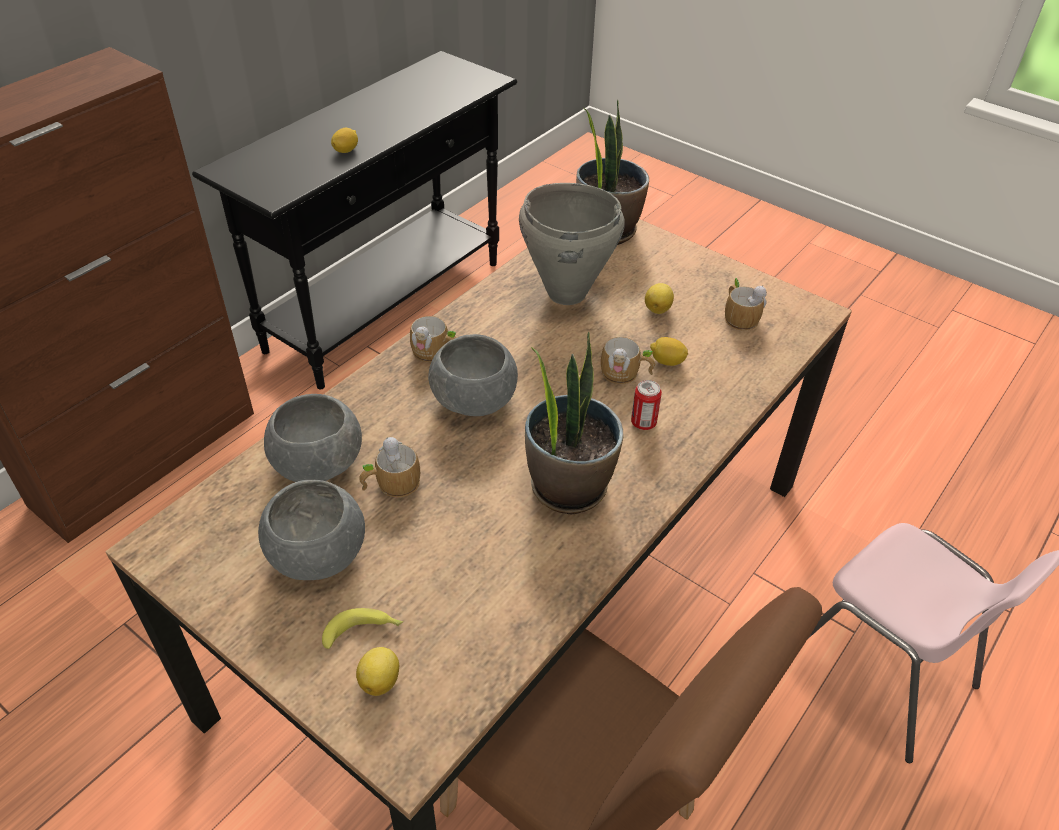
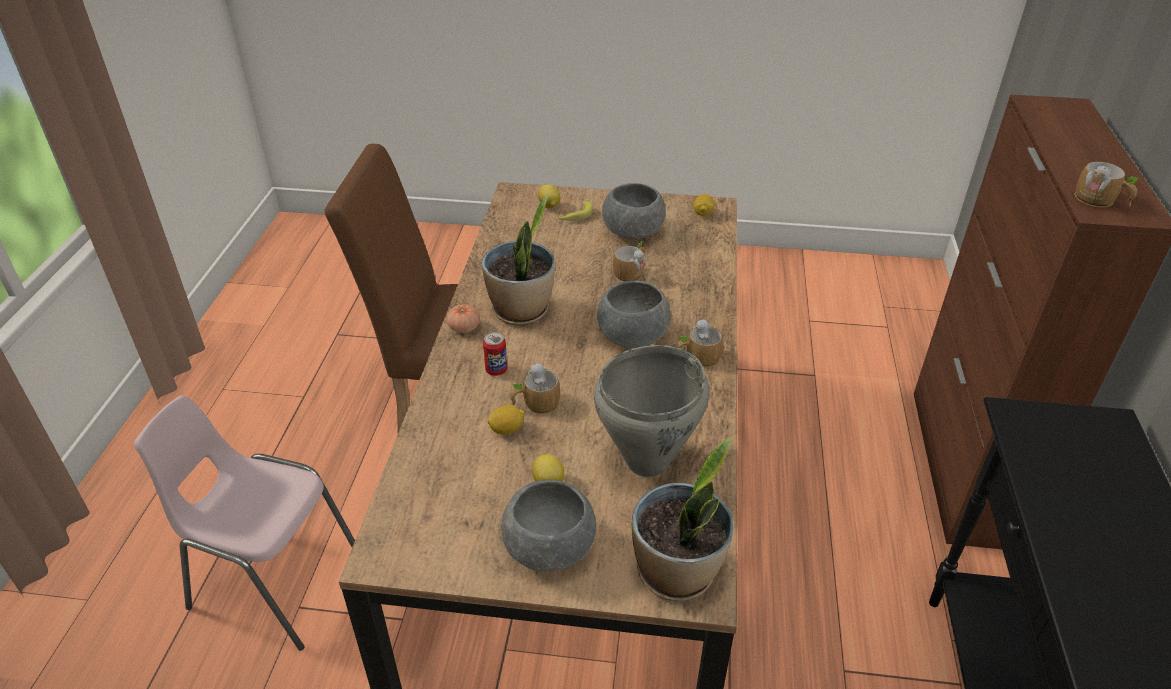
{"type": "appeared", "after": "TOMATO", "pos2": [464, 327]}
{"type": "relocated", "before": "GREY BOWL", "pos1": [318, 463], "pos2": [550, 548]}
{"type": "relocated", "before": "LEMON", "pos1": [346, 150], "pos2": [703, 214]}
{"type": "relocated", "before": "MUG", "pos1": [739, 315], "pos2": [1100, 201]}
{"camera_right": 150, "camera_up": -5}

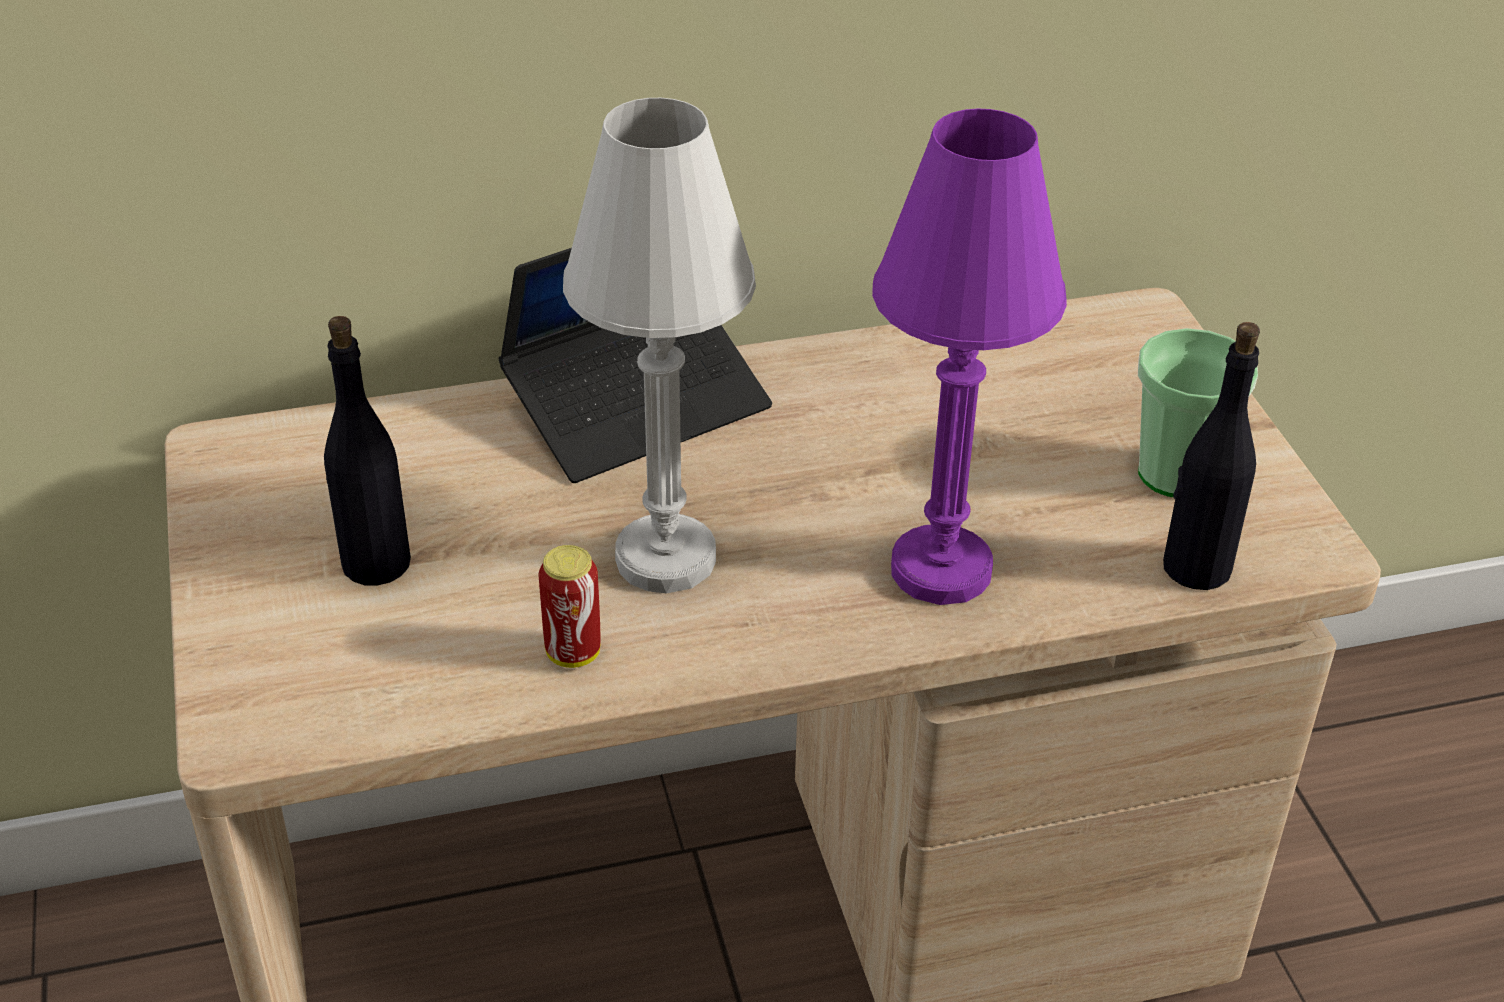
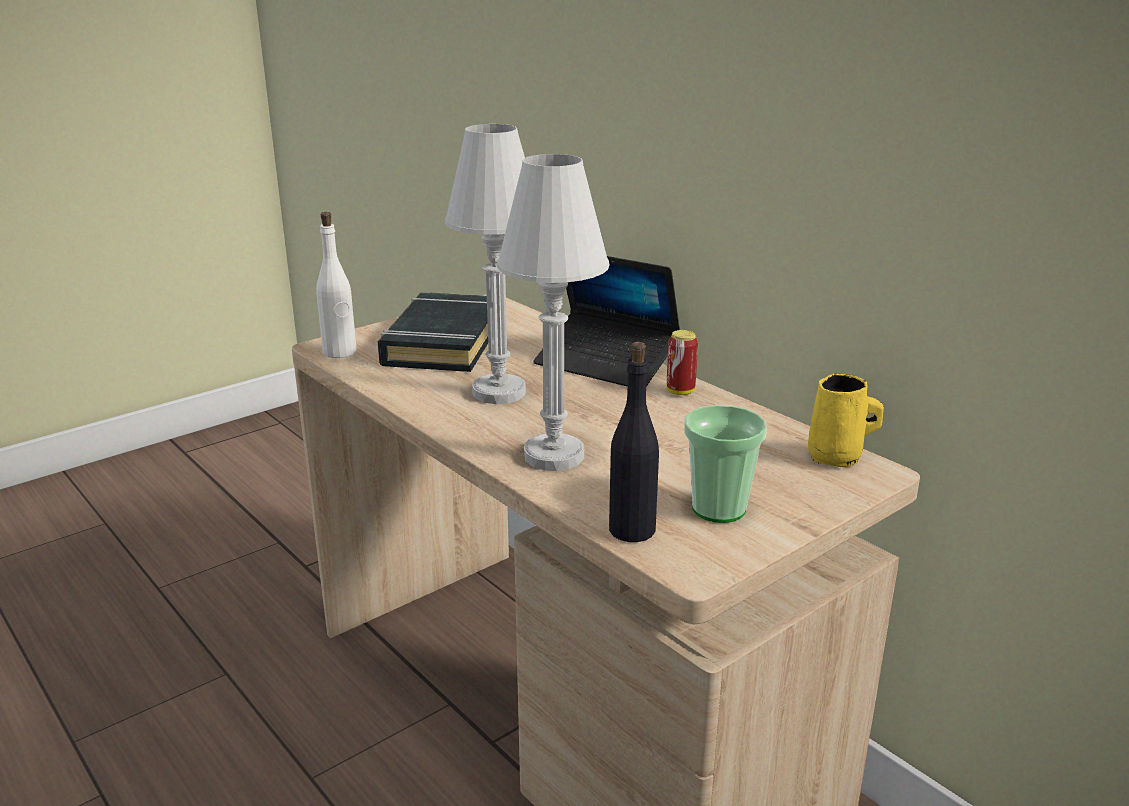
{"type": "appeared", "after": "WHITE BOTTLE", "pos2": [340, 352]}
{"type": "exchanged", "before": "BLACK BOTTLE", "after": "BLACK BOOK", "pos1": [375, 563], "pos2": [443, 342]}
{"type": "colour", "before": "PURPLE TABLE LAMP", "after": "WHITE TABLE LAMP", "pos1": [940, 570], "pos2": [554, 456]}
{"type": "relocated", "before": "CAN", "pos1": [573, 652], "pos2": [680, 391]}
{"type": "appeared", "after": "YELLOW MUG", "pos2": [837, 457]}
{"camera_right": 65, "camera_up": -15}

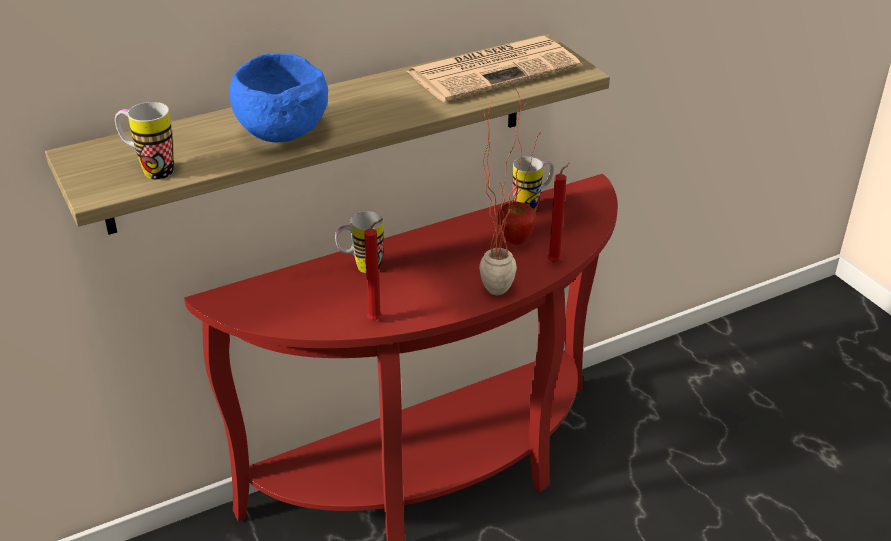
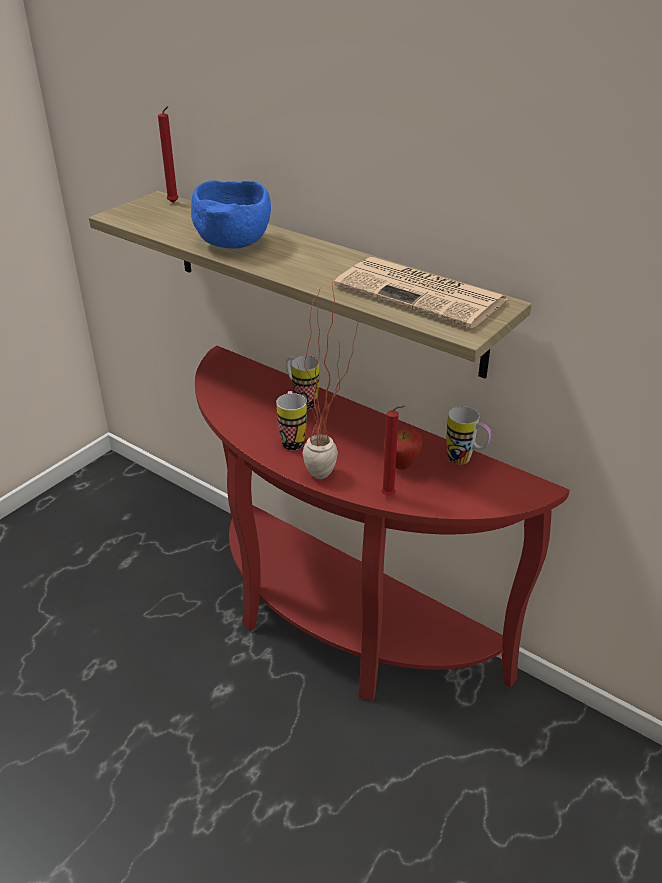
{"type": "relocated", "before": "RED CANDLE", "pos1": [377, 319], "pos2": [174, 203]}
{"type": "relocated", "before": "MUG", "pos1": [150, 170], "pos2": [292, 439]}
{"camera_right": 65, "camera_up": 0}

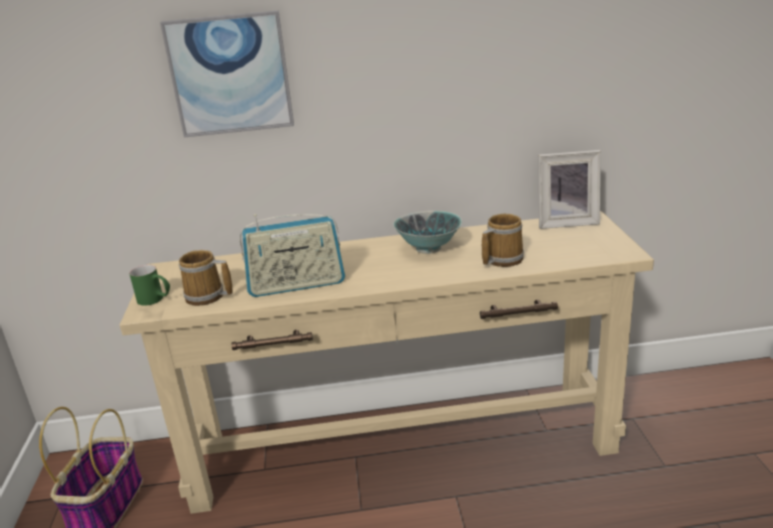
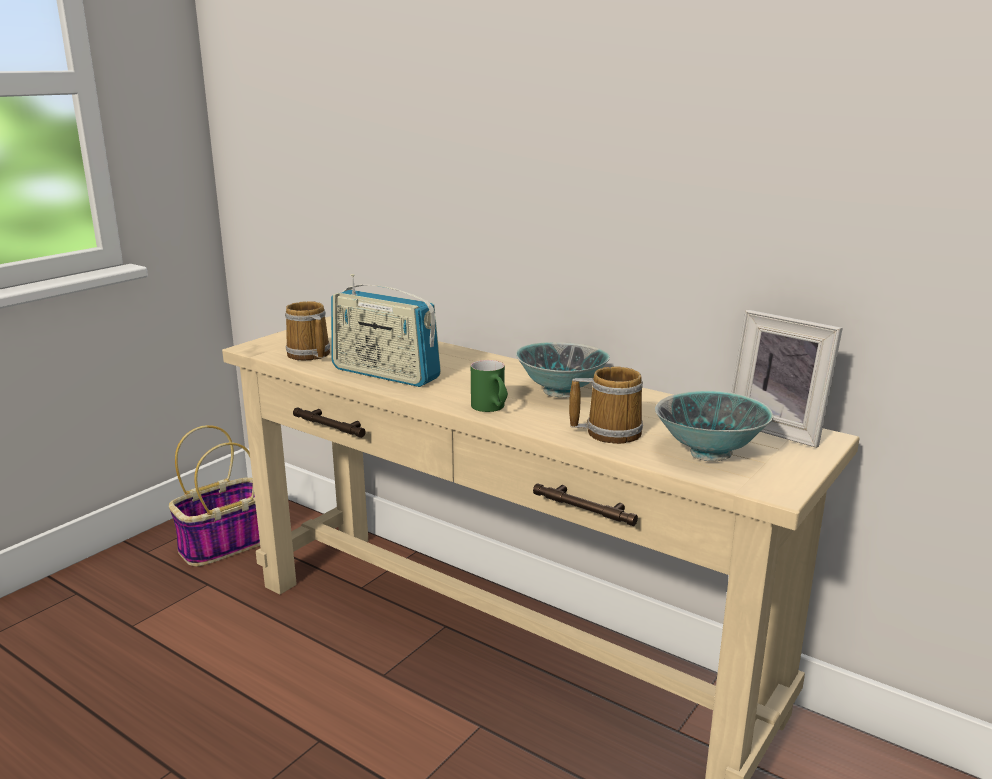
{"type": "relocated", "before": "GREEN MUG", "pos1": [155, 300], "pos2": [491, 409]}
{"type": "appeared", "after": "BOWL", "pos2": [710, 454]}
{"type": "missing", "before": "PICTURE", "pos1": [230, 74]}
{"camera_right": 40, "camera_up": -5}

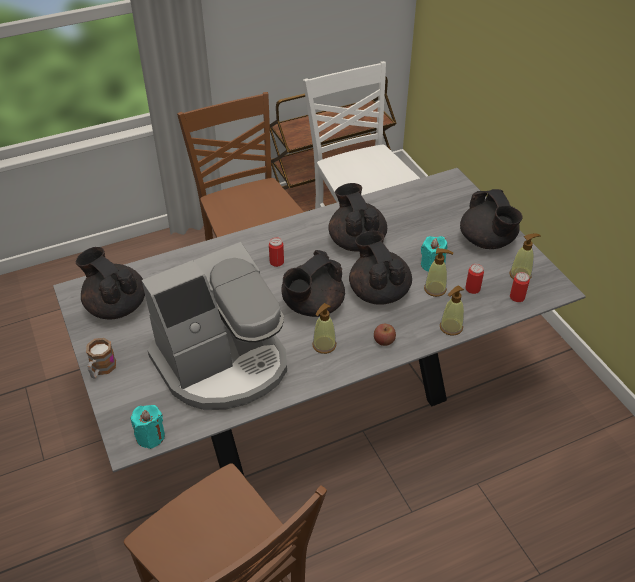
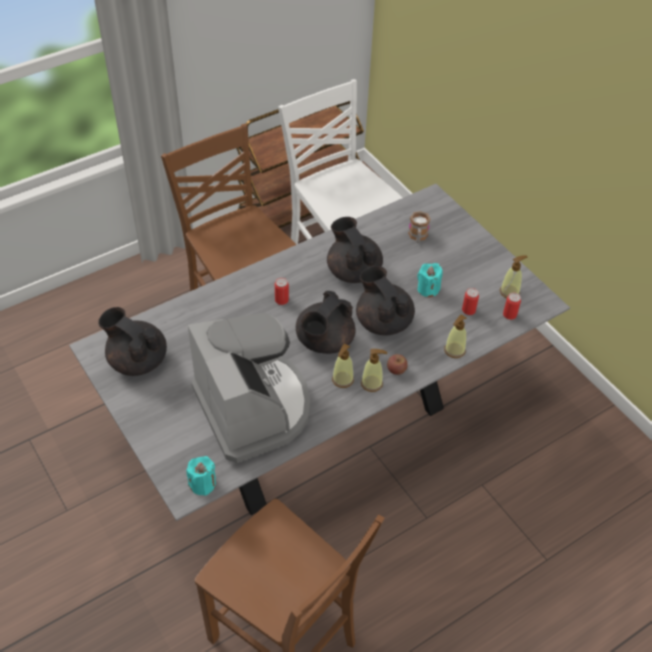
{"type": "spun", "before": "COFFEE MACHINE", "pos1": [223, 364], "pos2": [253, 408], "turn": -75}
{"type": "relocated", "before": "SOAP DISPENSER", "pos1": [435, 289], "pos2": [372, 383]}
{"type": "relocated", "before": "MUG", "pos1": [101, 369], "pos2": [418, 237]}
{"type": "missing", "before": "BLACK TEAPOT", "pos1": [487, 241]}
{"camera_right": -10, "camera_up": 5}

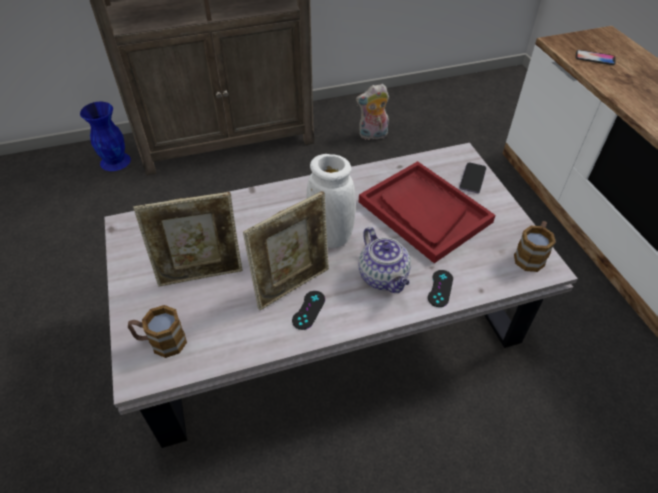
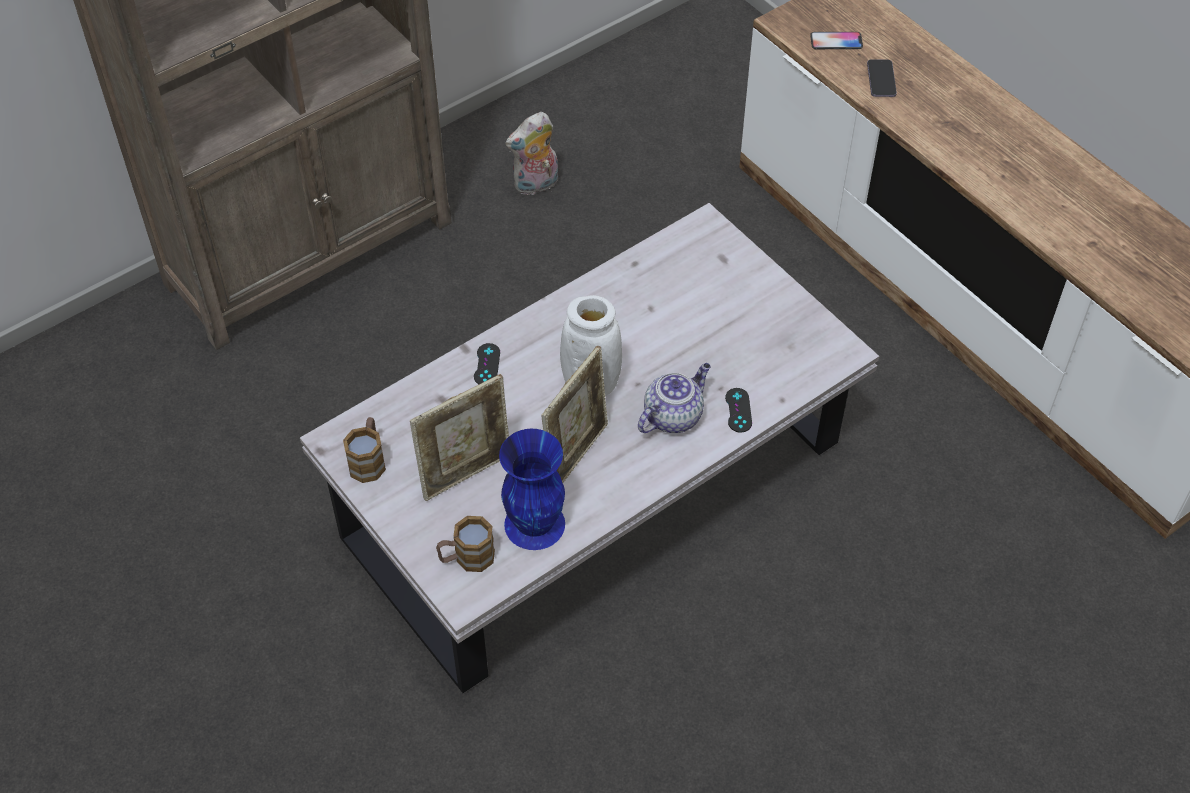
{"type": "relocated", "before": "MUG", "pos1": [531, 255], "pos2": [369, 460]}
{"type": "relocated", "before": "BLACK GAME CONTROLLER", "pos1": [308, 310], "pos2": [487, 365]}
{"type": "relocated", "before": "BLUE VASE", "pos1": [116, 161], "pos2": [535, 523]}
{"type": "spun", "before": "TEAPOT", "pos1": [384, 277], "pos2": [673, 415], "turn": -90}
{"type": "relocated", "before": "PHONE", "pos1": [472, 179], "pos2": [881, 80]}
{"type": "missing", "before": "RED TRAY", "pos1": [424, 212]}
{"camera_right": -20, "camera_up": 5}

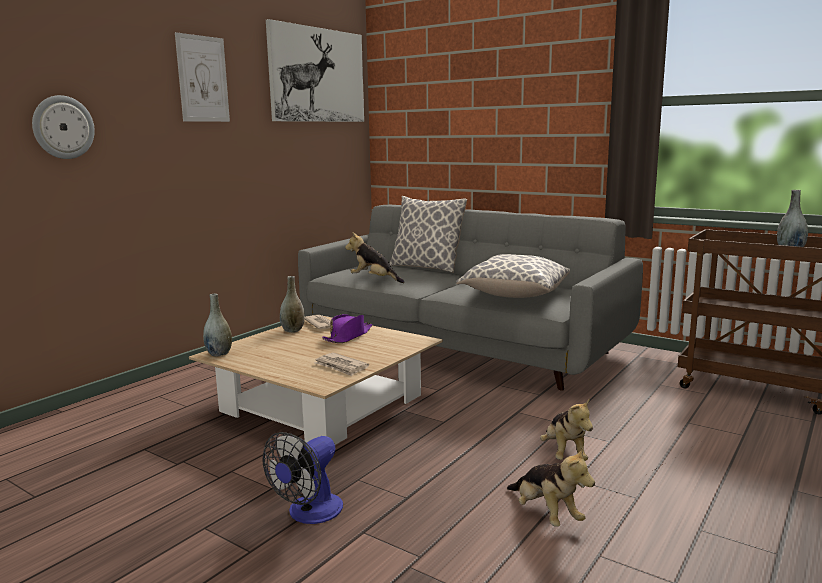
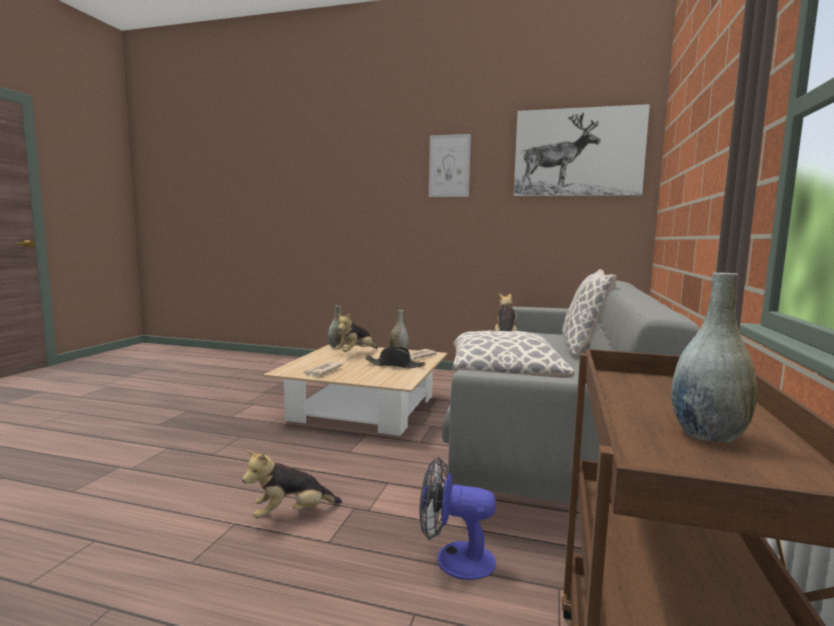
{"type": "relocated", "before": "PLUSH TOY", "pos1": [546, 514], "pos2": [356, 353]}
{"type": "colour", "before": "PURPLE HAT", "after": "BLACK HAT", "pos1": [348, 336], "pos2": [395, 365]}
{"type": "relocated", "before": "FAN", "pos1": [309, 513], "pos2": [454, 559]}
{"type": "missing", "before": "WALL CLOCK", "pos1": [63, 127]}
{"camera_right": 70, "camera_up": -5}

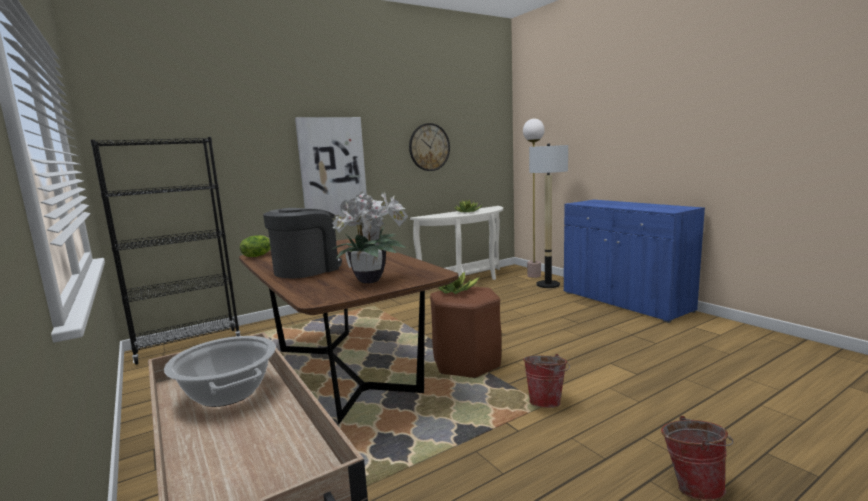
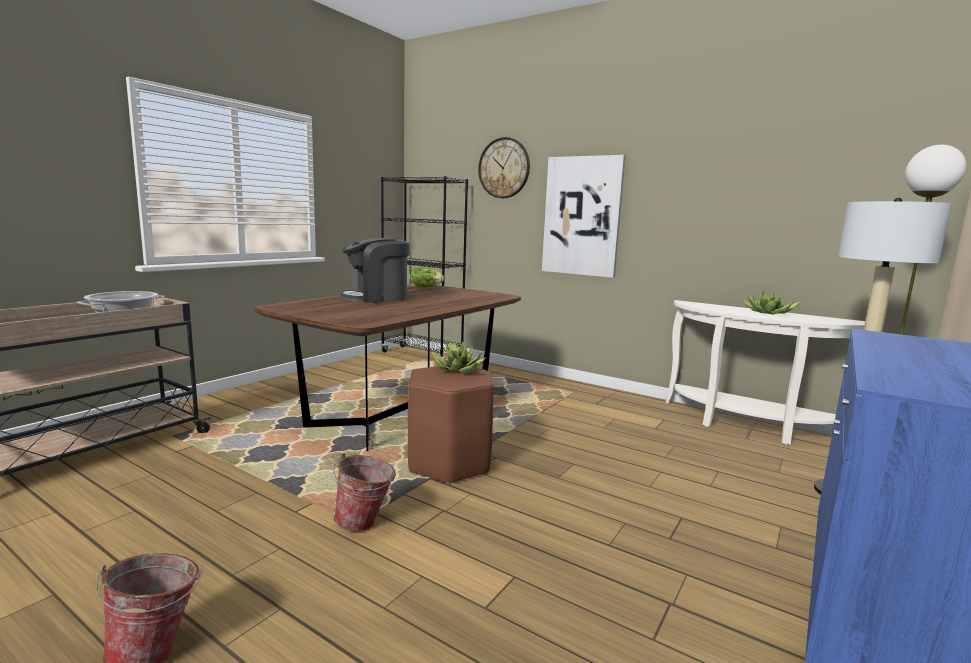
{"type": "spun", "before": "COFFEE MACHINE", "pos1": [306, 269], "pos2": [376, 298], "turn": 135}
{"type": "relocated", "before": "WALL CLOCK", "pos1": [429, 147], "pos2": [504, 168]}
{"type": "missing", "before": "POTTED PLANT", "pos1": [372, 280]}
{"camera_right": 65, "camera_up": 0}

